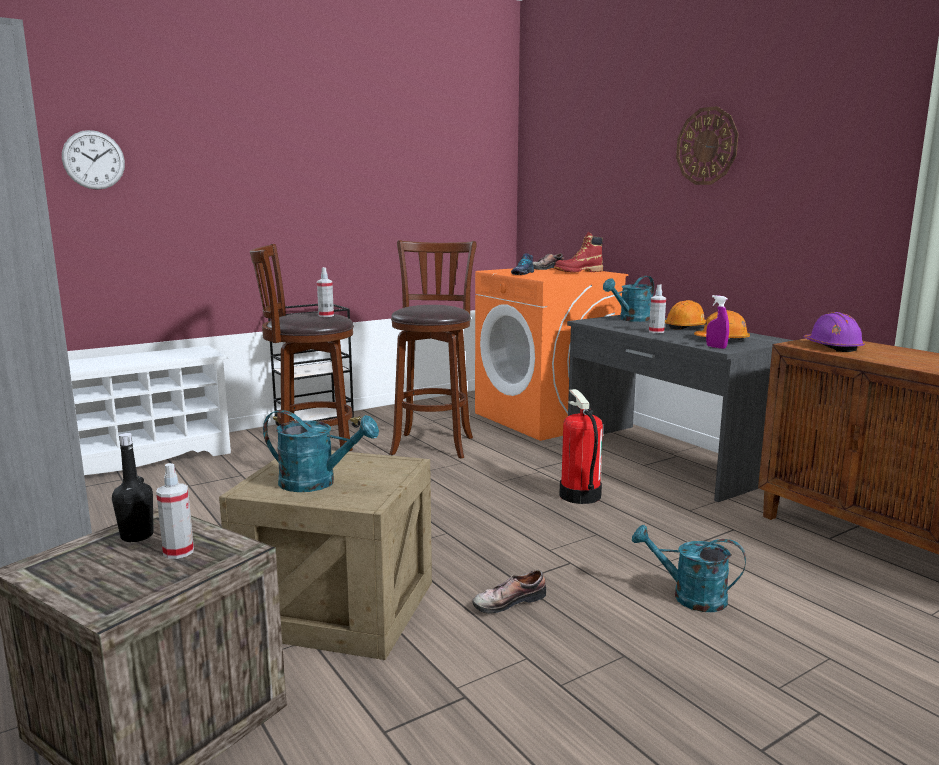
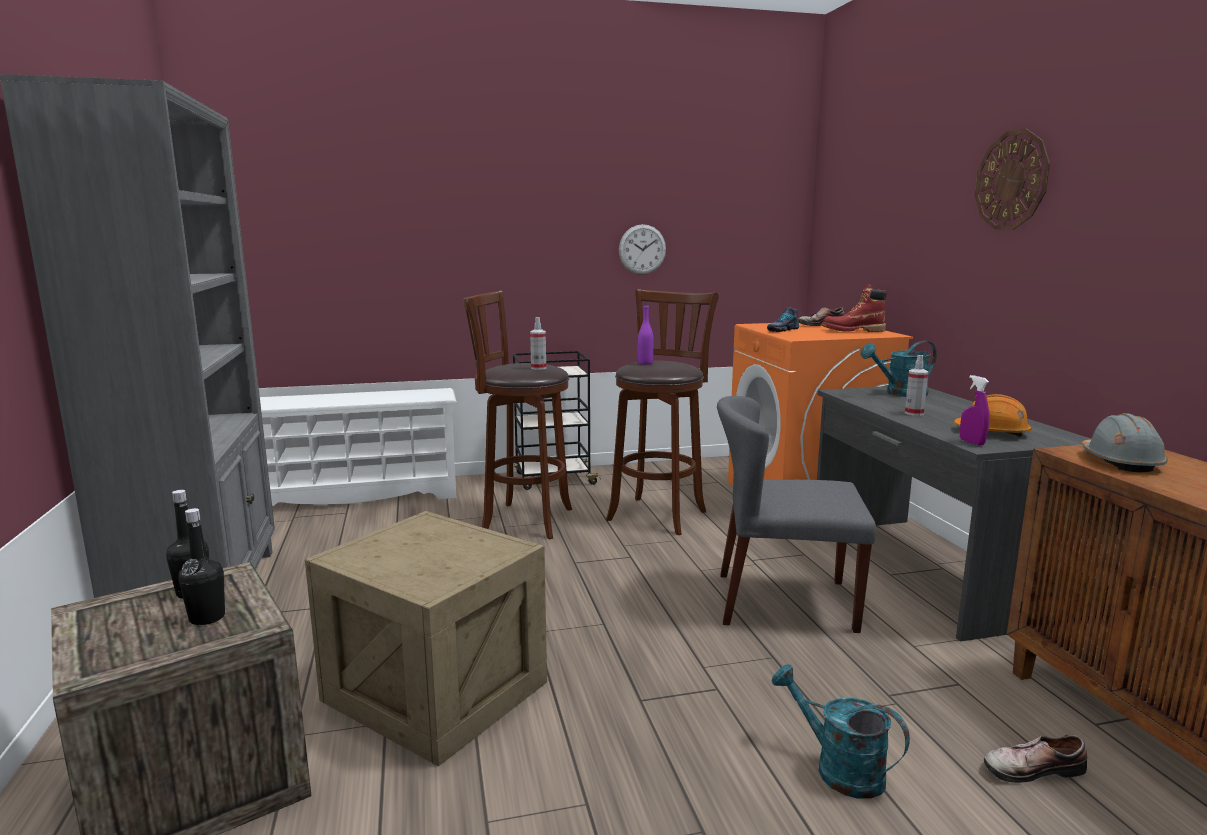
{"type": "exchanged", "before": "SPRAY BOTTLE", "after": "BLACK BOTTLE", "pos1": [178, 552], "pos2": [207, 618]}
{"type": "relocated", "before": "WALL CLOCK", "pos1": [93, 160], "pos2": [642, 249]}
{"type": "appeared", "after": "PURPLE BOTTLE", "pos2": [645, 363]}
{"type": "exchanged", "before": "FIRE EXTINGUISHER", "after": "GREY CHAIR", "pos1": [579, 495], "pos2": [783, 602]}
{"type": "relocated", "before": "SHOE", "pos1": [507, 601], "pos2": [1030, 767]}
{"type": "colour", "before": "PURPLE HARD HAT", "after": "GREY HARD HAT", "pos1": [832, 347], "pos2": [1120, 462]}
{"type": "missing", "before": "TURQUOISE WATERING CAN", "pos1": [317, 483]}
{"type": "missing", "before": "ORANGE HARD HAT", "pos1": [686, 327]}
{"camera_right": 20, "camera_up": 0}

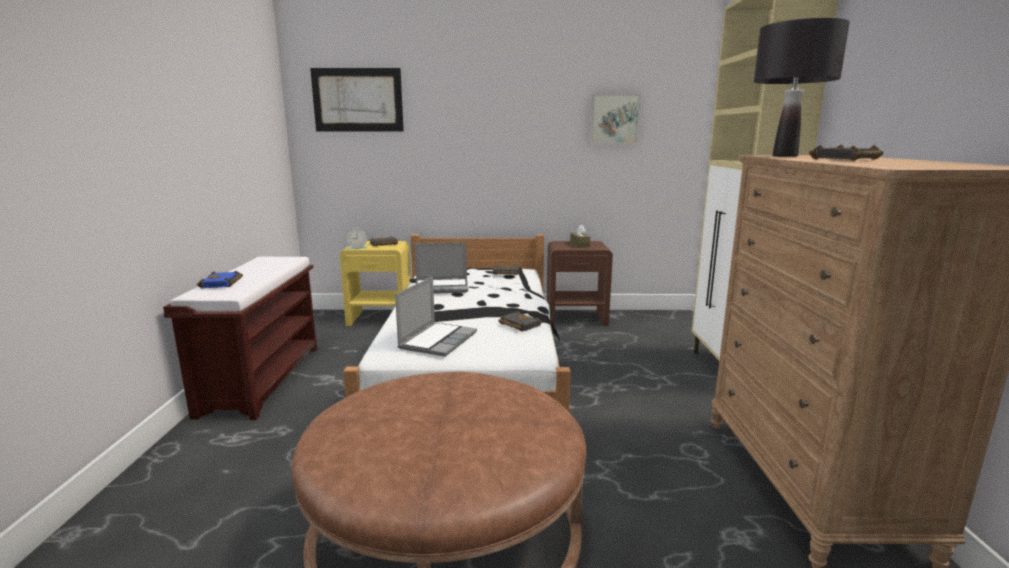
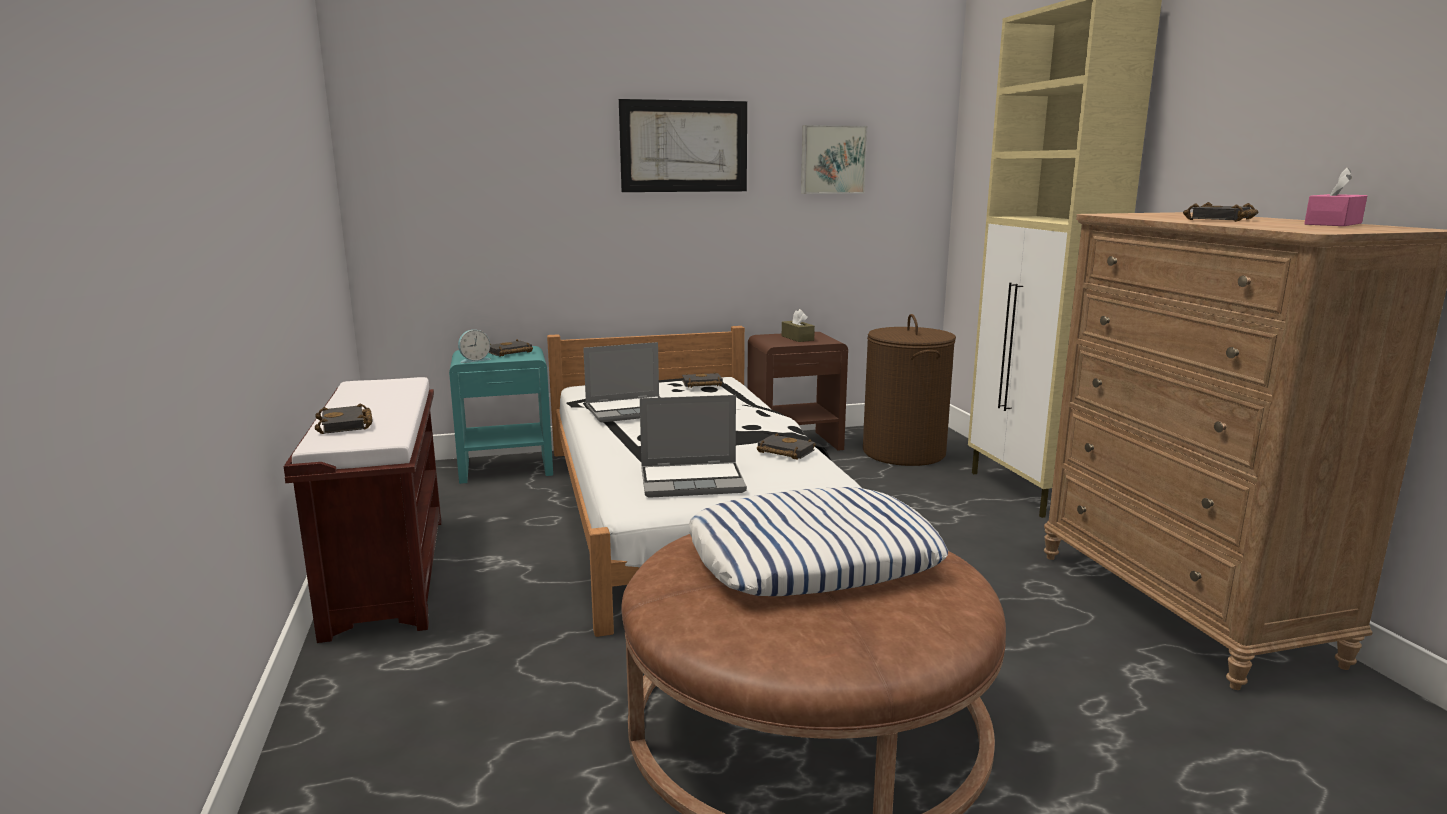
{"type": "colour", "before": "BLUE BOOK", "after": "BLACK BOOK", "pos1": [222, 283], "pos2": [347, 425]}
{"type": "colour", "before": "YELLOW NIGHTSTAND", "after": "TURQUOISE NIGHTSTAND", "pos1": [380, 318], "pos2": [507, 468]}
{"type": "relocated", "before": "PICTURE", "pos1": [357, 100], "pos2": [684, 146]}
{"type": "spun", "before": "LAPTOP", "pos1": [438, 340], "pos2": [693, 481], "turn": 75}
{"type": "appeared", "after": "PILLOW", "pos2": [812, 558]}
{"type": "appeared", "after": "BROWN LAUNDRY BASKET", "pos2": [904, 452]}
{"type": "appeared", "after": "PINK TISSUE BOX", "pos2": [1333, 224]}
{"type": "missing", "before": "BLACK TABLE LAMP", "pos1": [785, 156]}
{"camera_right": -15, "camera_up": 0}

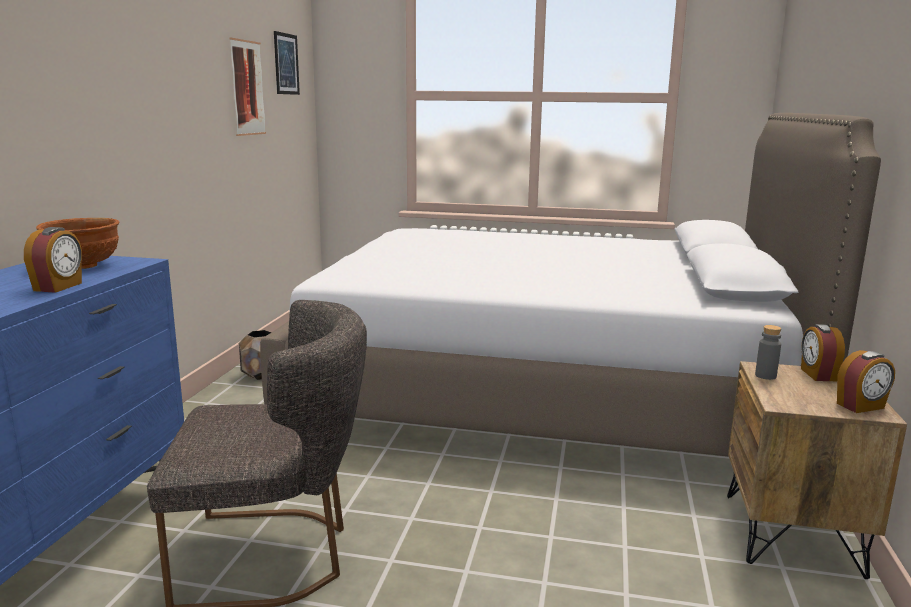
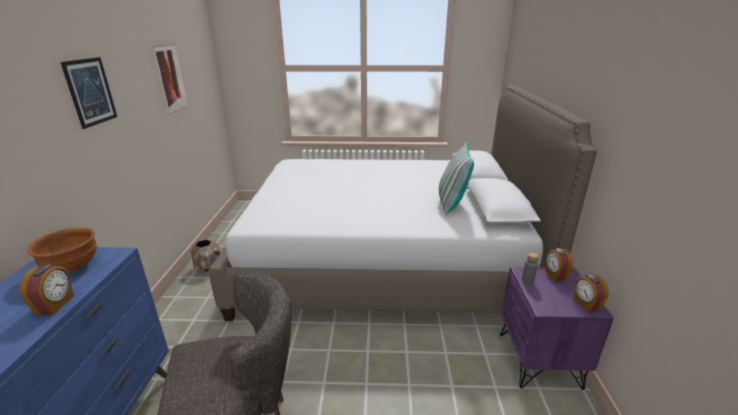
{"type": "relocated", "before": "PICTURE", "pos1": [286, 64], "pos2": [90, 92]}
{"type": "appeared", "after": "PILLOW", "pos2": [451, 203]}
{"type": "colour", "before": "BROWN NIGHTSTAND", "after": "PURPLE NIGHTSTAND", "pos1": [793, 534], "pos2": [539, 360]}
{"type": "spun", "before": "ALARM CLOCK", "pos1": [861, 406], "pos2": [586, 304], "turn": 105}
{"camera_right": -10, "camera_up": 10}

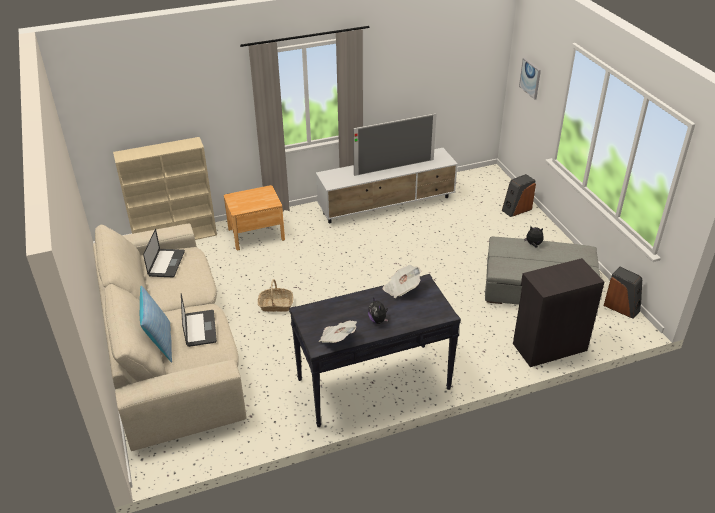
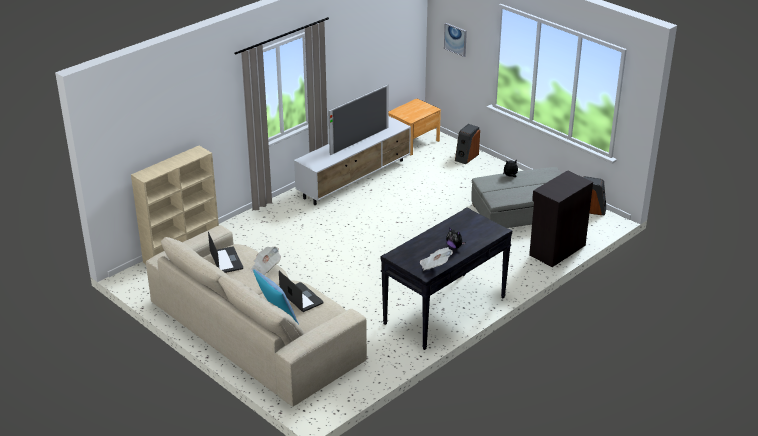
{"type": "relocated", "before": "NEWSPAPER", "pos1": [401, 288], "pos2": [265, 267]}
{"type": "relocated", "before": "BROWN NIGHTSTAND", "pos1": [256, 234], "pos2": [413, 142]}
{"type": "missing", "before": "BASKET", "pos1": [276, 305]}
{"camera_right": -25, "camera_up": -5}

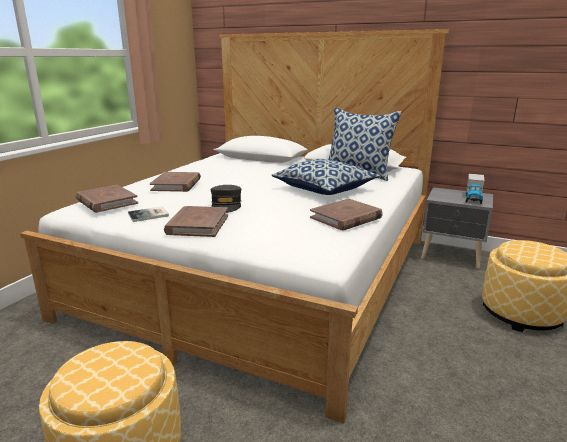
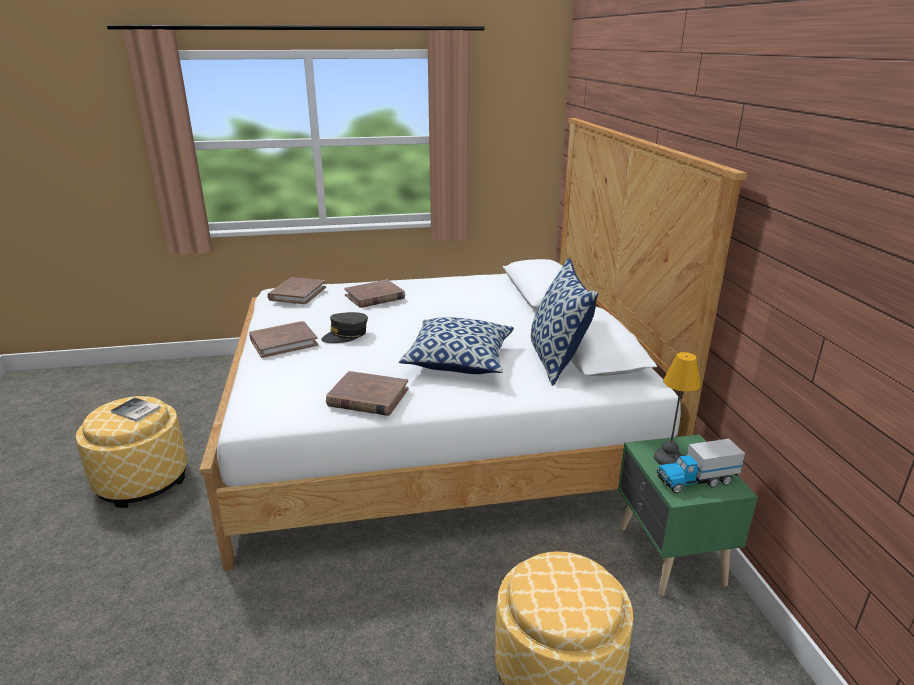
{"type": "relocated", "before": "BOOK", "pos1": [149, 215], "pos2": [135, 411]}
{"type": "colour", "before": "GREY NIGHTSTAND", "after": "GREEN NIGHTSTAND", "pos1": [452, 256], "pos2": [669, 557]}
{"type": "appeared", "after": "TABLE LAMP", "pos2": [669, 458]}
{"camera_right": 55, "camera_up": 5}

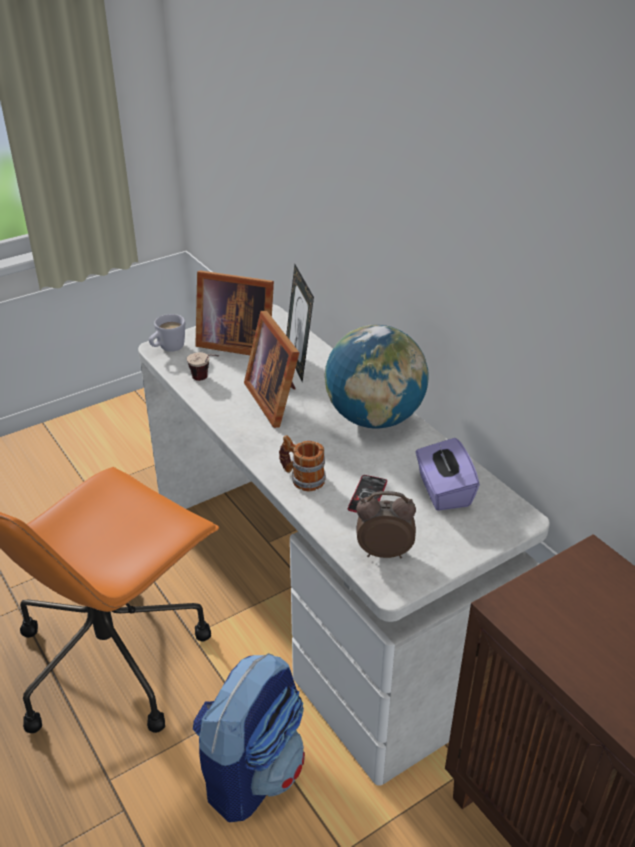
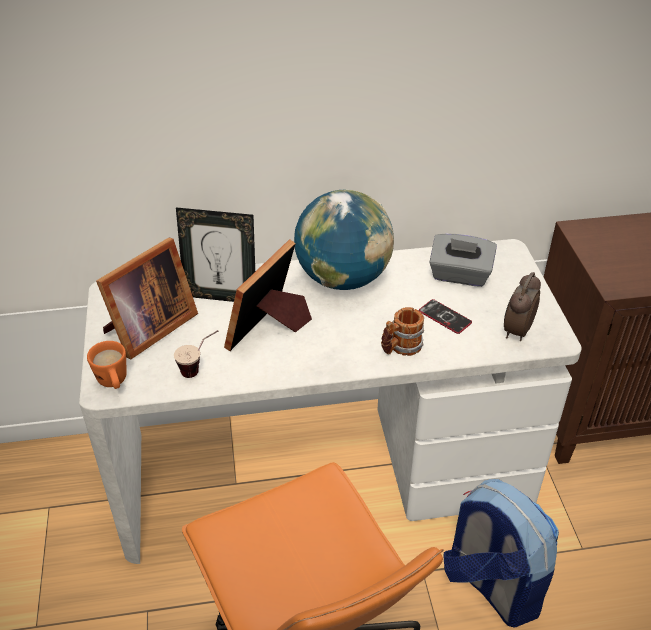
{"type": "colour", "before": "WHITE MUG", "after": "ORANGE MUG", "pos1": [168, 349], "pos2": [114, 383]}
{"type": "spun", "before": "PICTURE FRAME", "pos1": [276, 399], "pos2": [270, 328], "turn": 120}
{"type": "colour", "before": "PURPLE TISSUE BOX", "after": "GREY TISSUE BOX", "pos1": [443, 491], "pos2": [459, 275]}
{"camera_right": -65, "camera_up": 5}

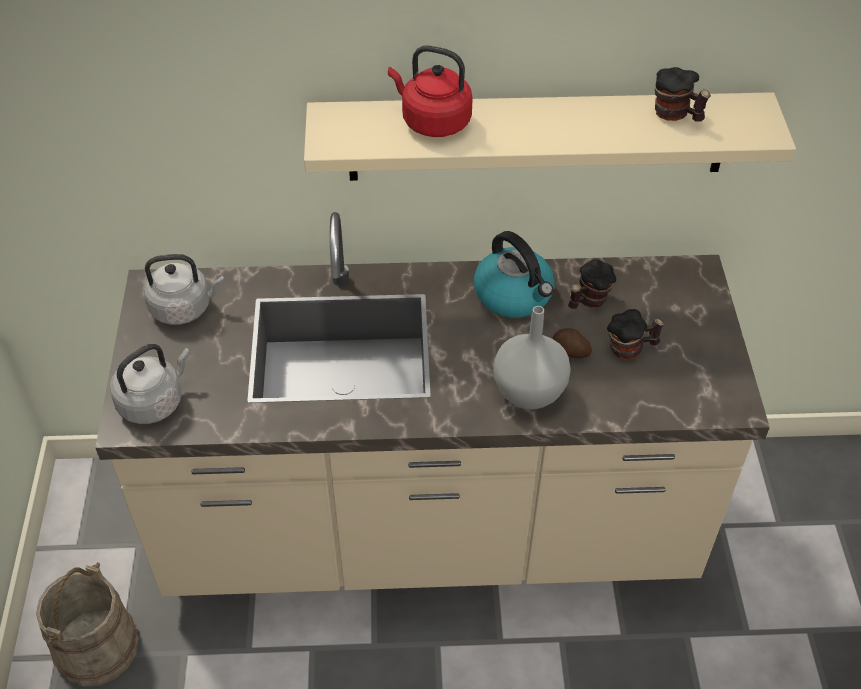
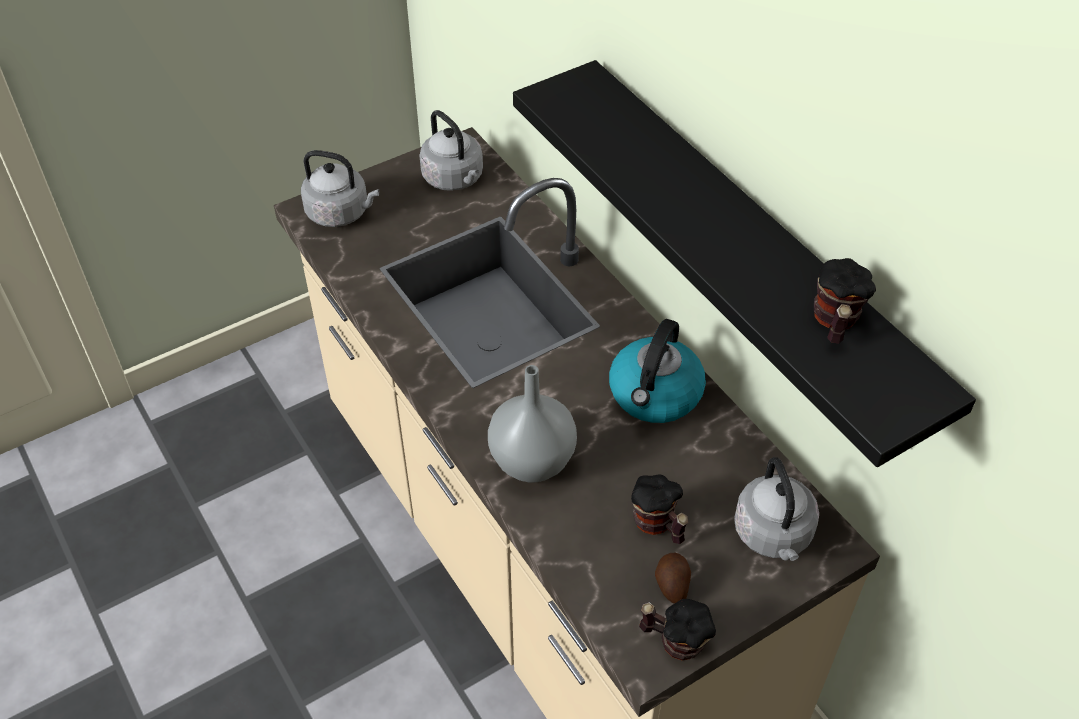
{"type": "colour", "before": "BEIGE SHELF", "after": "BLACK SHELF", "pos1": [538, 136], "pos2": [752, 251]}
{"type": "relocated", "before": "MUG", "pos1": [587, 301], "pos2": [674, 641]}
{"type": "relocated", "before": "POTATO", "pos1": [570, 351], "pos2": [671, 584]}
{"type": "appeared", "after": "GREY KETTLE", "pos2": [773, 535]}
{"type": "missing", "before": "BEIGE BUCKET", "pos1": [96, 646]}
{"type": "missing", "before": "RED KETTLE", "pos1": [432, 122]}
{"camera_right": 60, "camera_up": 0}

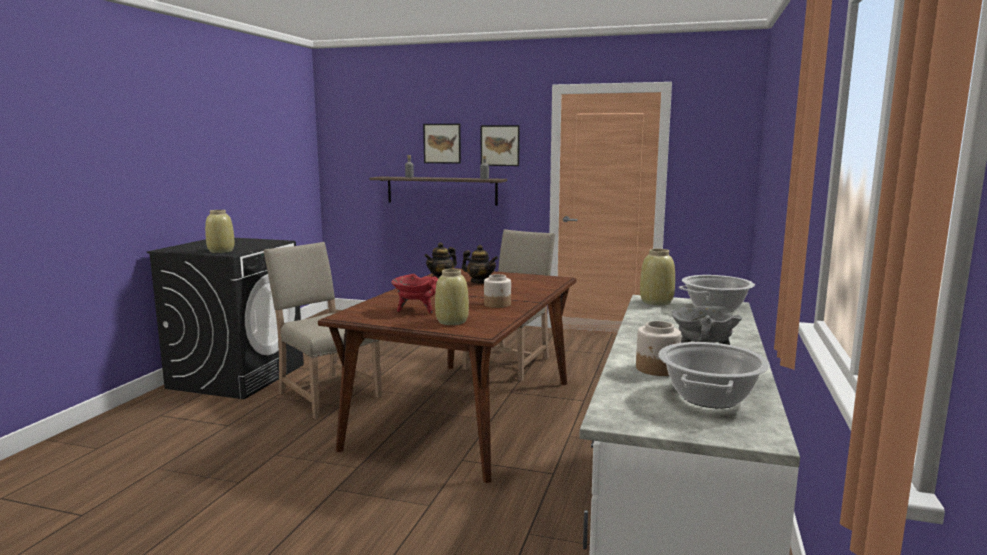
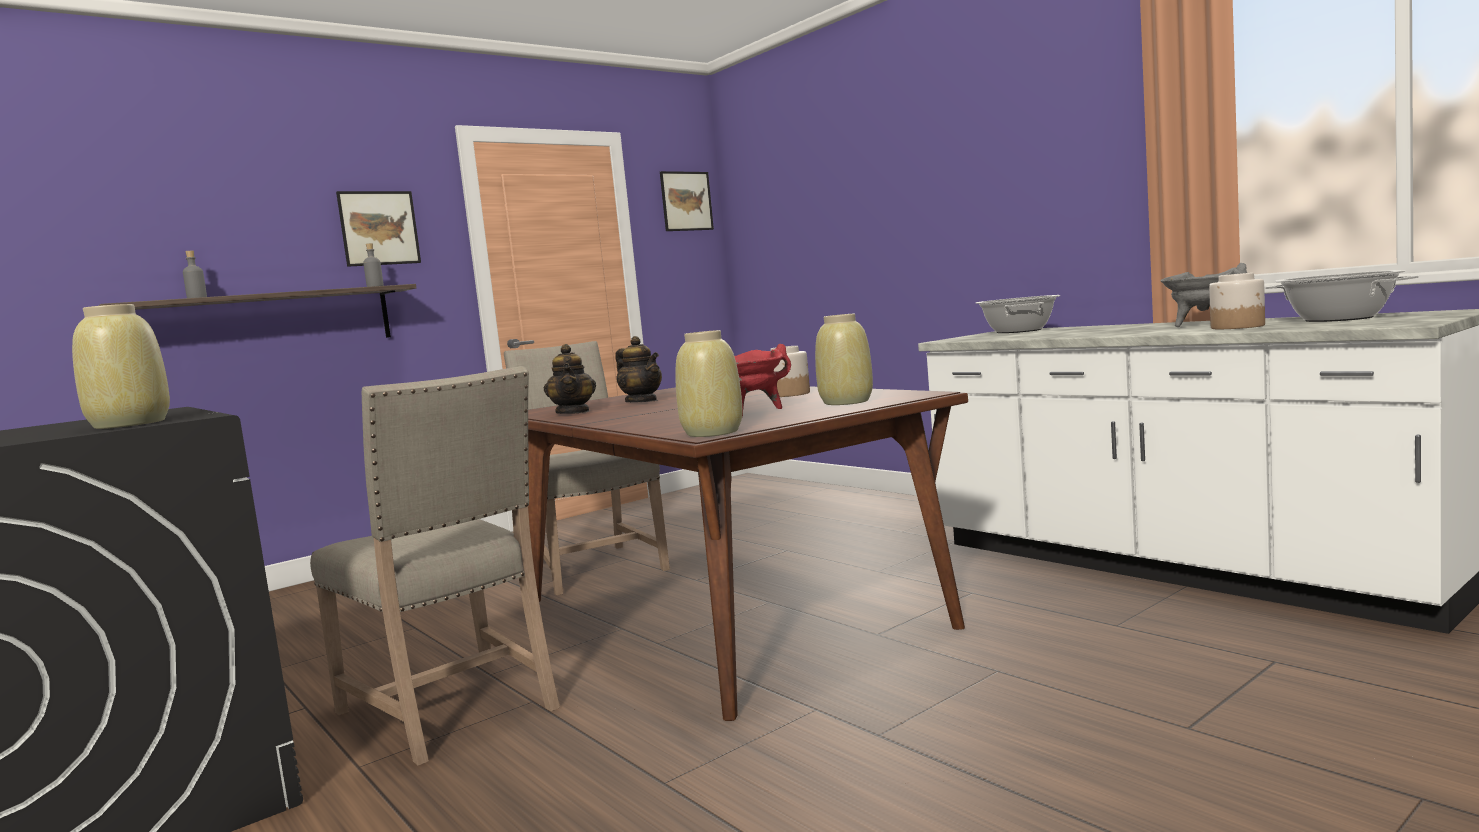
{"type": "spun", "before": "BEIGE CHAIR", "pos1": [325, 395], "pos2": [454, 710], "turn": -120}
{"type": "spun", "before": "TEAPOT", "pos1": [479, 282], "pos2": [642, 401], "turn": 75}
{"type": "relocated", "before": "PICTURE", "pos1": [442, 143], "pos2": [686, 201]}
{"type": "relocated", "before": "BEIGE VASE", "pos1": [656, 302], "pos2": [712, 433]}
{"camera_right": -55, "camera_up": -5}

